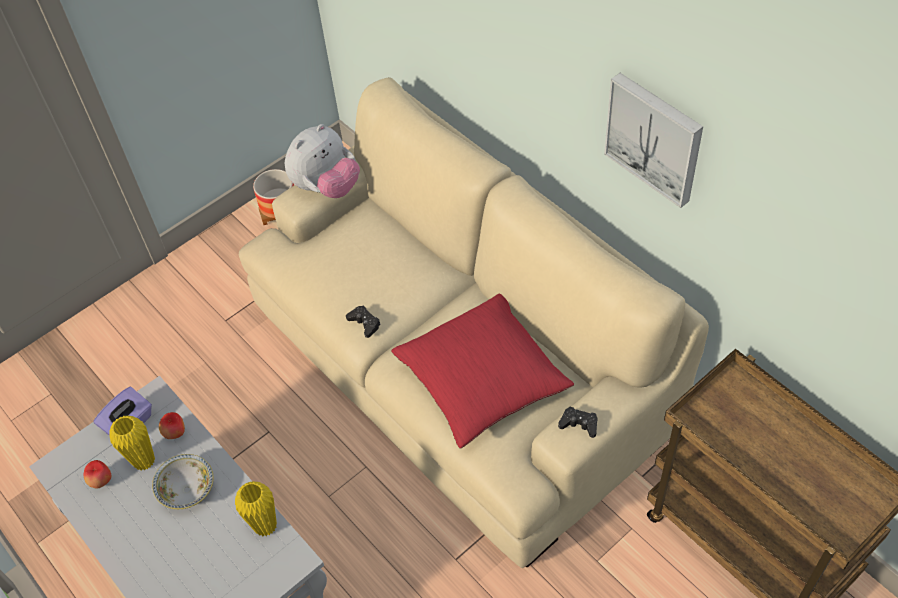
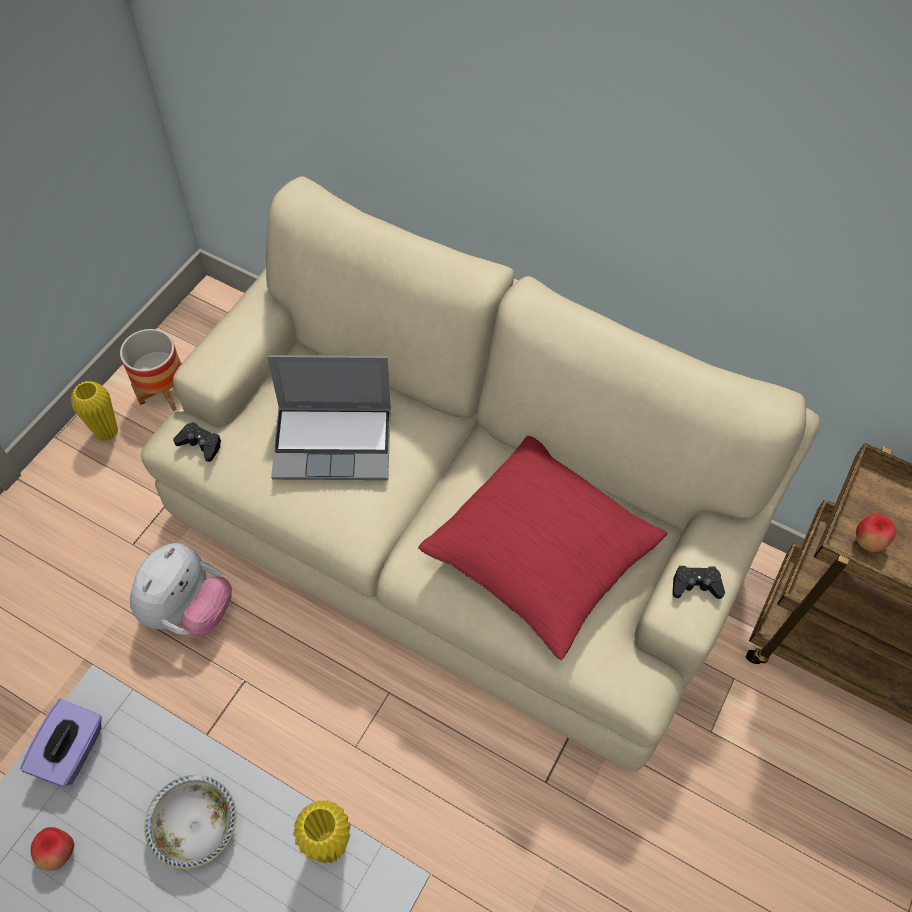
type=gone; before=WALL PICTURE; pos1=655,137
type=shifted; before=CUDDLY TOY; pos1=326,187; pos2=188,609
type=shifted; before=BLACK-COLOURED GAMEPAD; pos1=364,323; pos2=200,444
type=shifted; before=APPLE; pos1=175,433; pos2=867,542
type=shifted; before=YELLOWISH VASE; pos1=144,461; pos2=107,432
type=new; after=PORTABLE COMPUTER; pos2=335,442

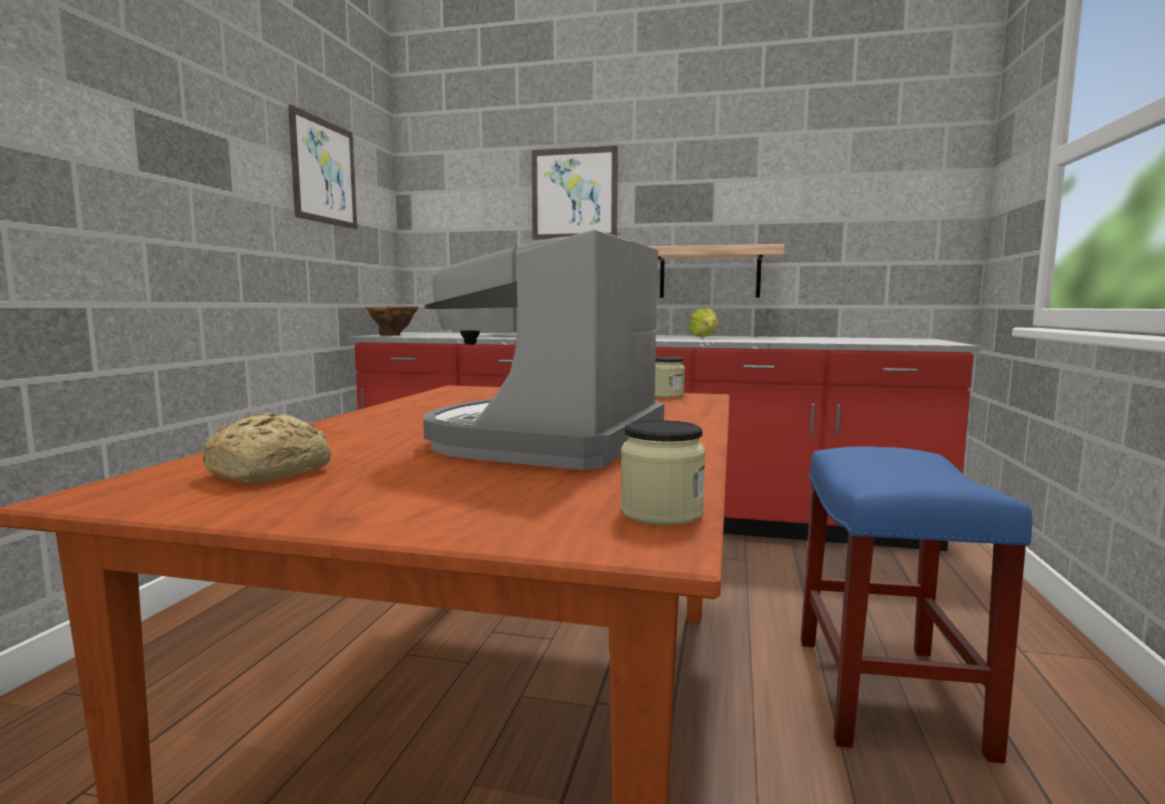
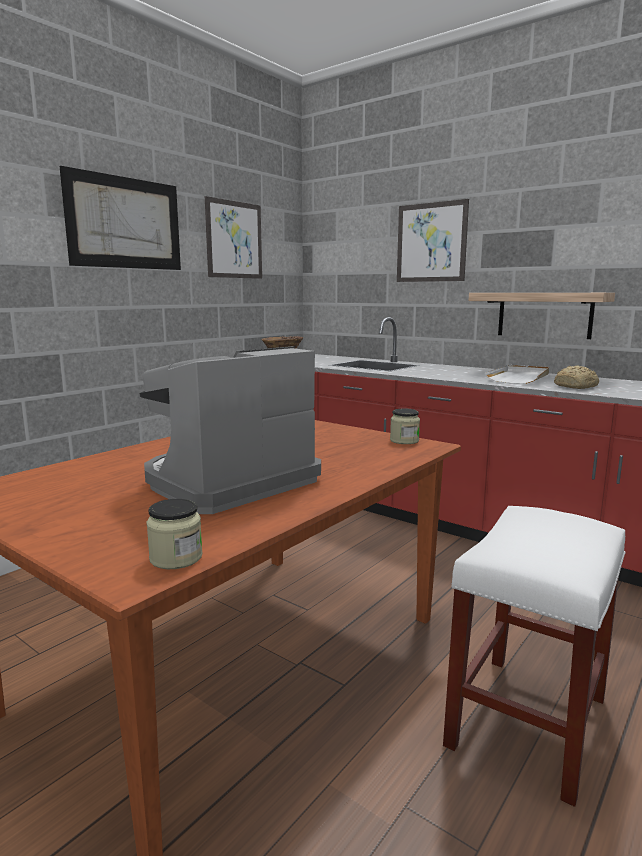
type=swapped; before=LETTUCE HEAD; after=WHITISH CARRYING TRAY; pos1=704,338; pos2=519,377
type=shifted; before=BAKERY BREAD; pos1=273,472; pos2=576,386
type=repainted; before=BLUE STOOL; after=WHITISH STOOL; pos1=889,695; pos2=527,723
type=new; after=WALL PICTURE; pos2=125,223

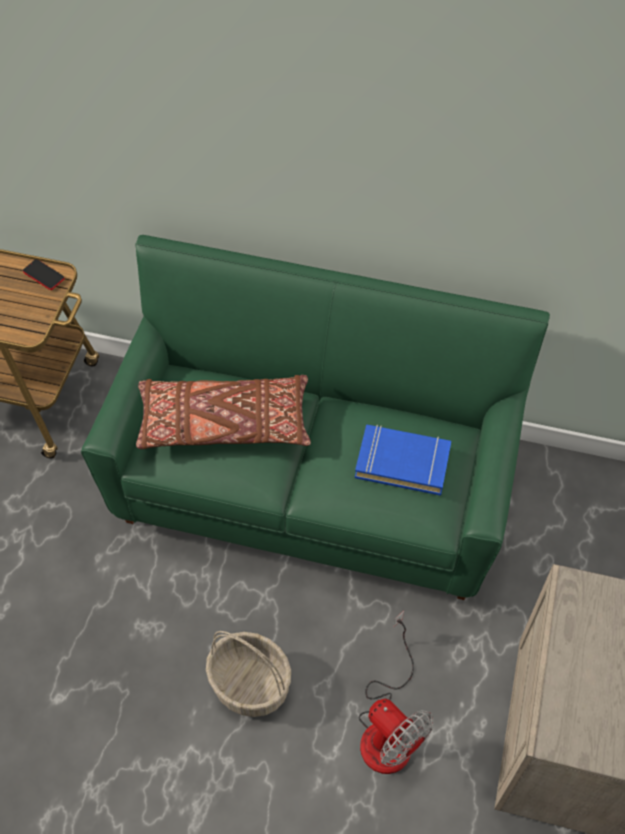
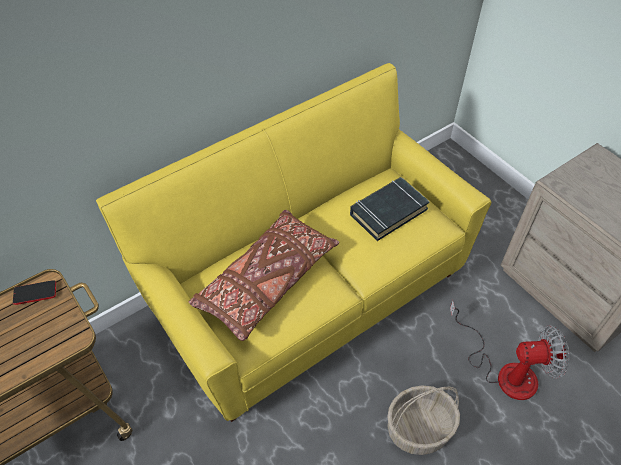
type=repainted; before=GREEN SETTEE; after=YELLOWISH SETTEE; pos1=313,486; pos2=310,294
type=repainted; before=BLUE BOUND BOOK; after=BLACK-COLOURED BOUND BOOK; pos1=402,463; pos2=388,211

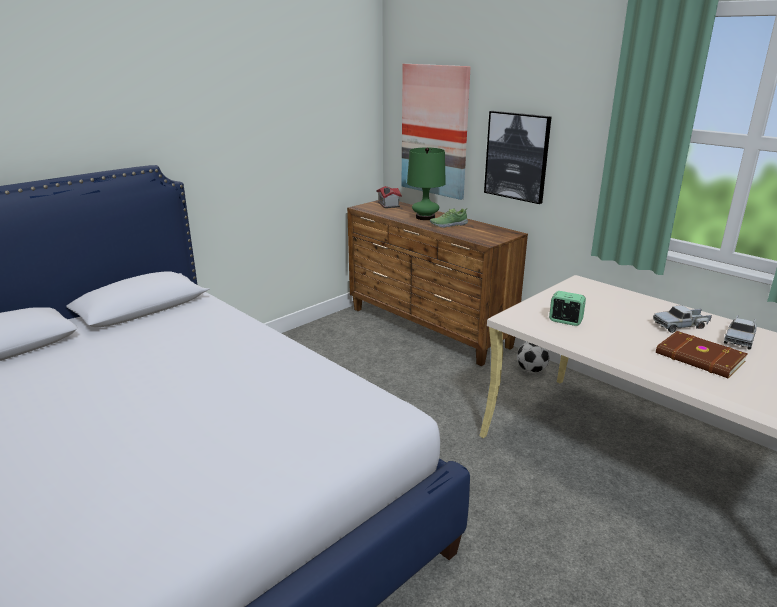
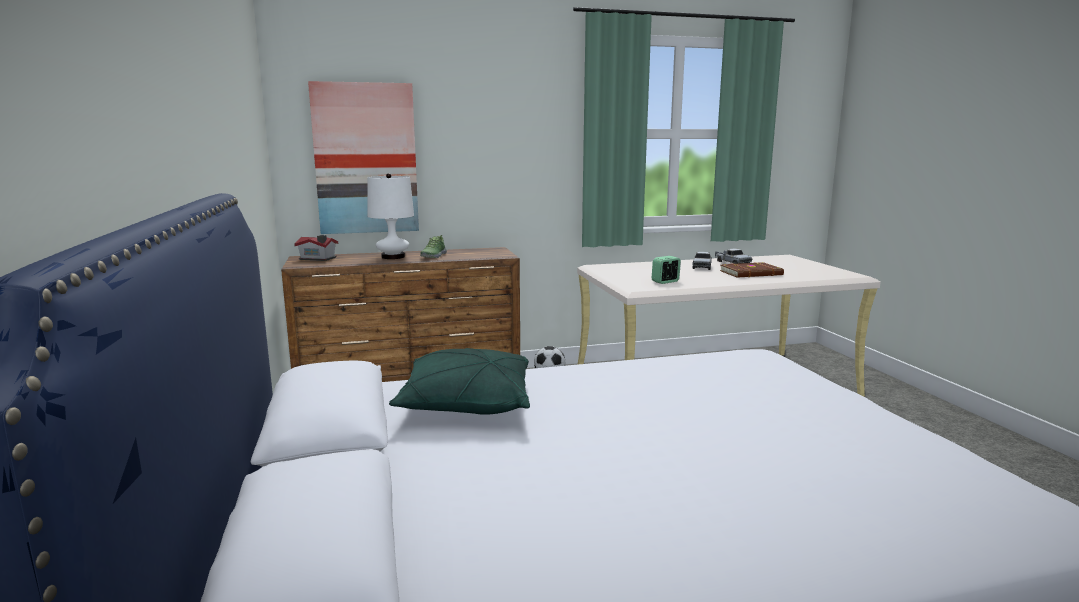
type=gone; before=WALL PICTURE; pos1=517,156
type=repainted; before=GREEN LAMP FOR A TABLE; after=WHITISH LAMP FOR A TABLE; pos1=425,217; pos2=393,257
type=new; after=GREEN CUSHION; pos2=466,404

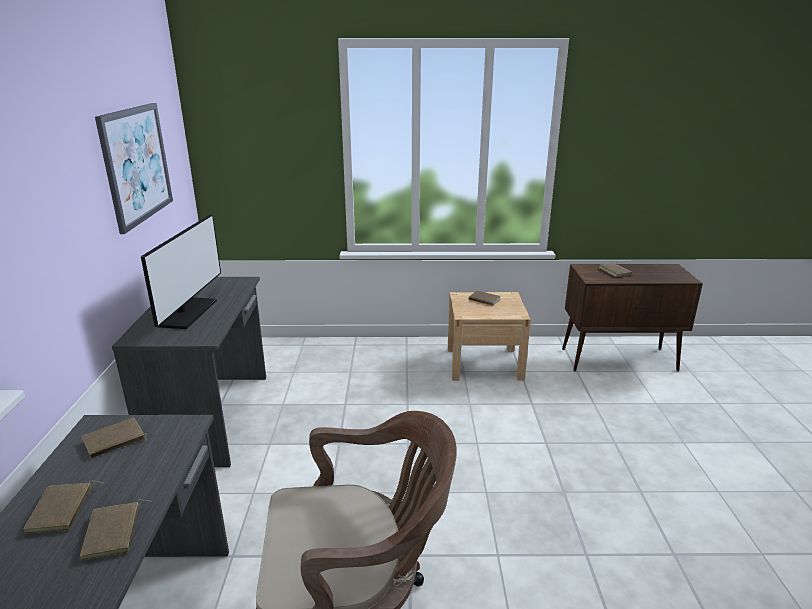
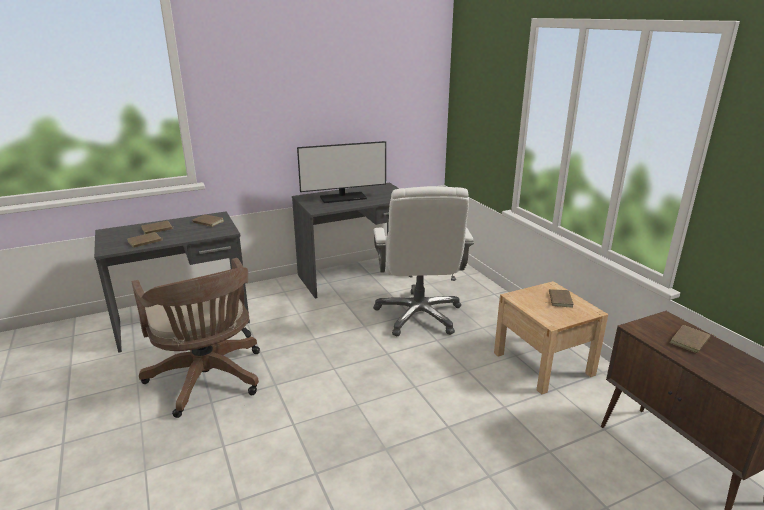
type=gone; before=WALL PICTURE; pos1=136,164
type=new; after=WHITISH COMPUTER CHAIR; pos2=419,315

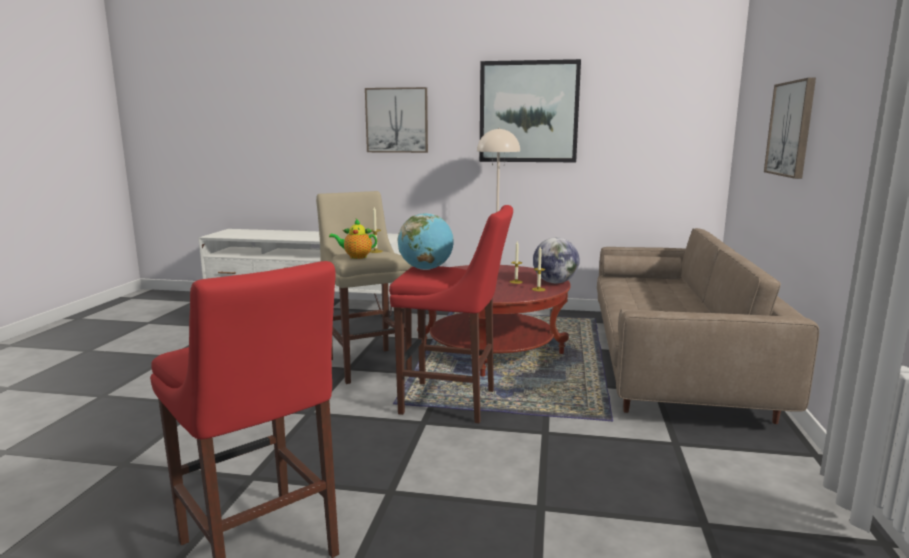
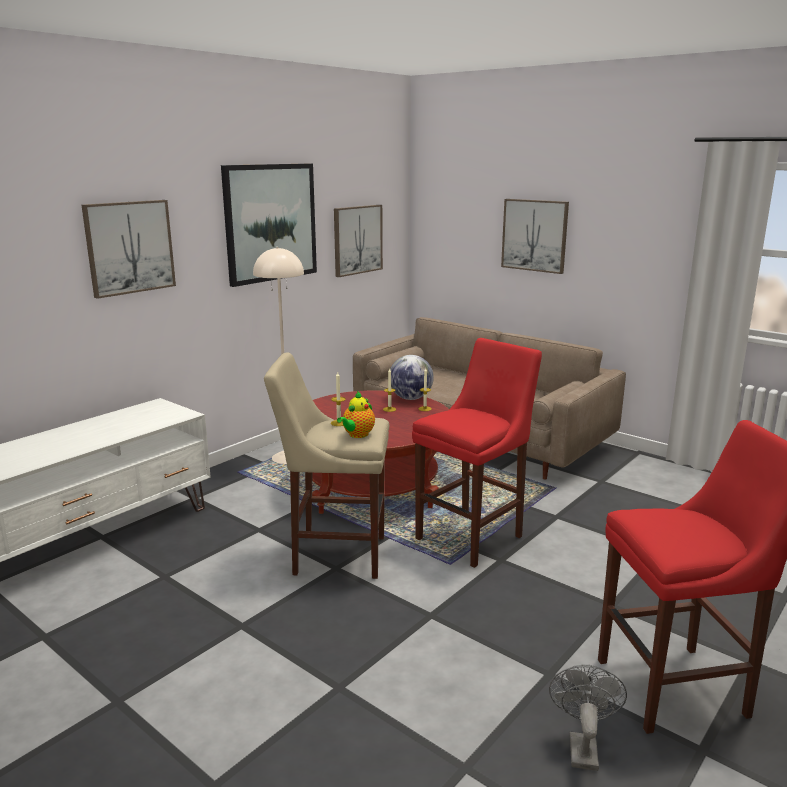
type=gone; before=DESK GLOBE; pos1=426,269
type=new; after=WALL PICTURE; pos2=357,240
type=new; after=GREYISH FAN; pos2=582,746

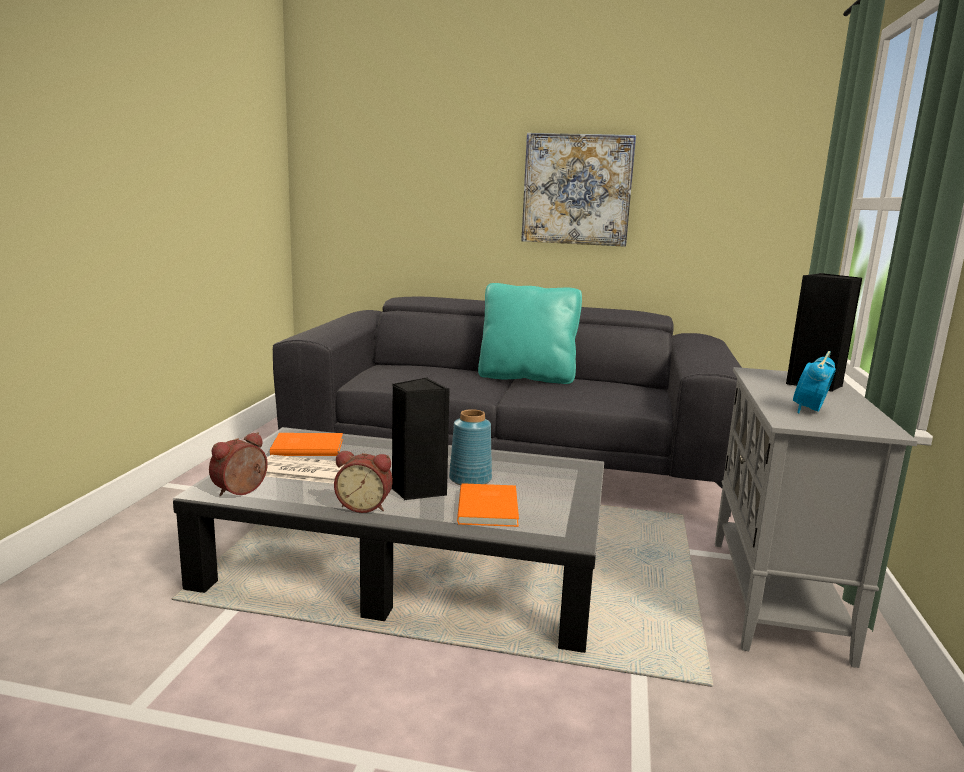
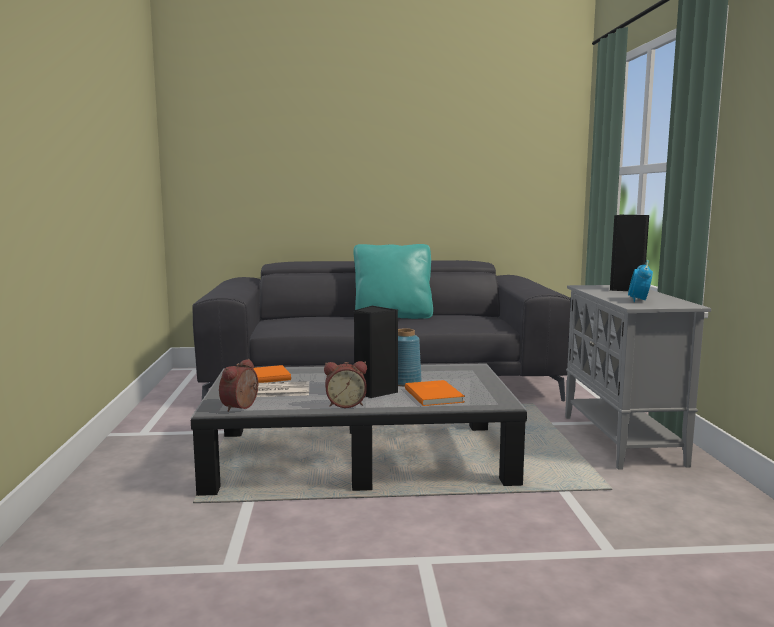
type=gone; before=WALL PICTURE; pos1=577,190

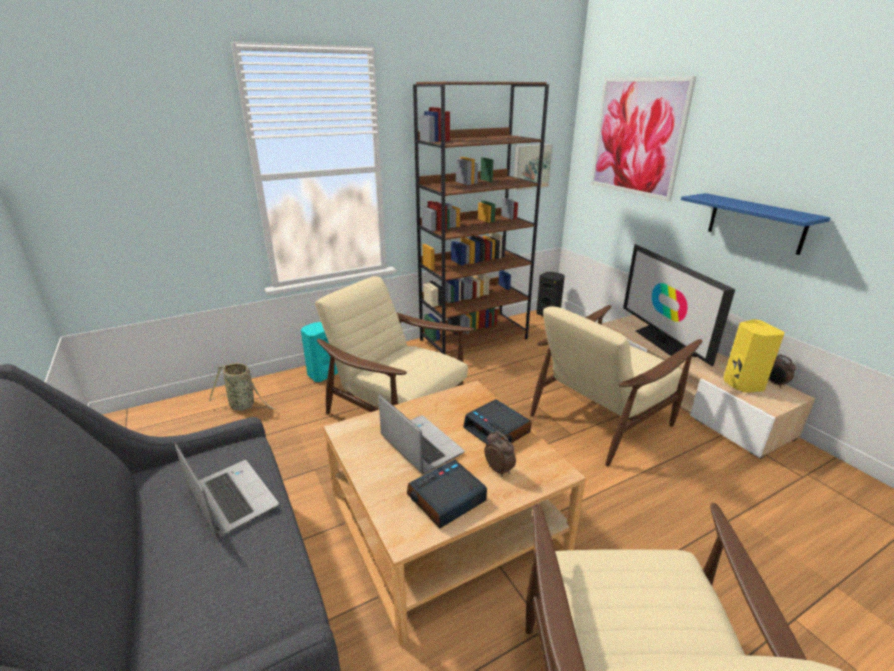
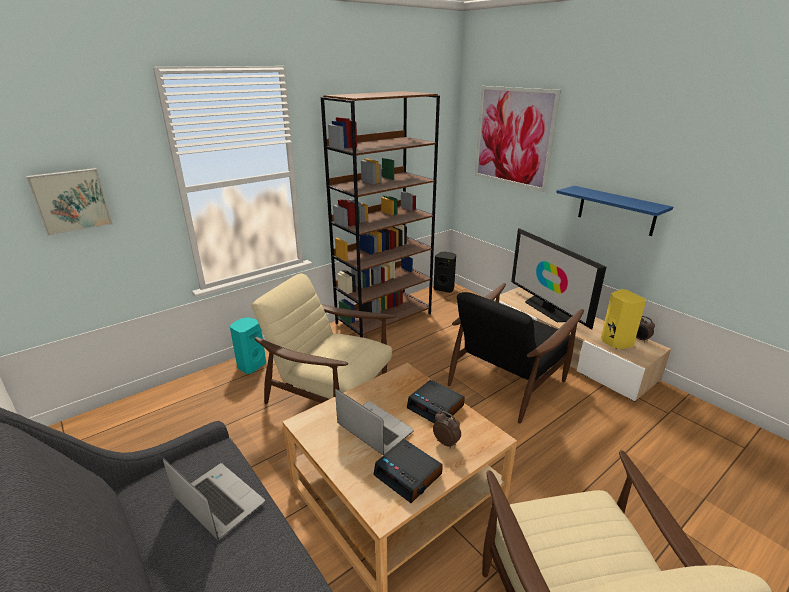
type=shifted; before=WALL PICTURE; pos1=531,166; pos2=71,200
type=repainted; before=BEIGE-COLOURED LOUNGE CHAIR; after=BLACK-COLOURED LOUNGE CHAIR; pos1=602,417; pos2=507,380
type=gone; before=STORAGE BASKET; pos1=244,406
type=rotated; before=TABLE CLOCK; pos1=446,499; pos2=409,475; turn=-90

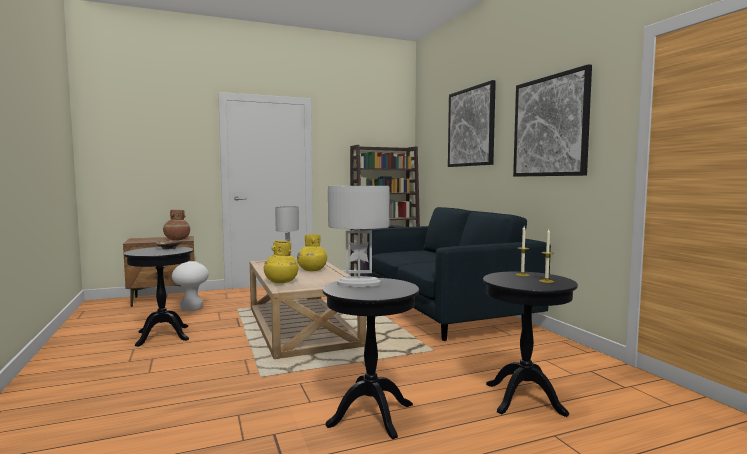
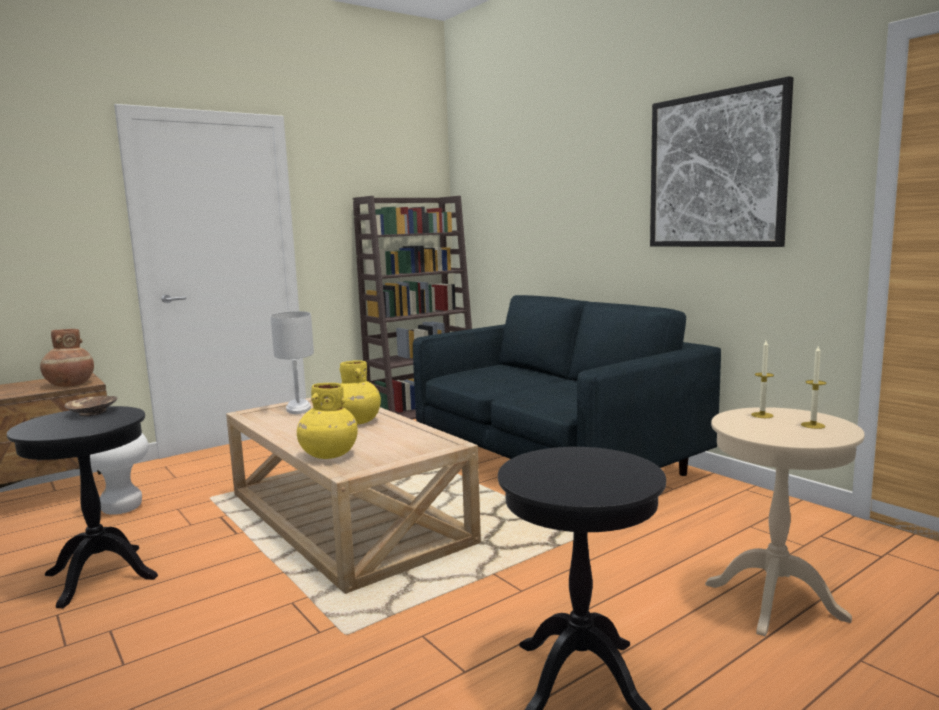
type=gone; before=WALL PICTURE; pos1=471,127
type=gone; before=WHITISH LAMP FOR A TABLE; pos1=359,284
type=repainted; before=BLACK-COLOURED END TABLE; after=BEIGE-COLOURED END TABLE; pos1=524,399; pos2=774,601

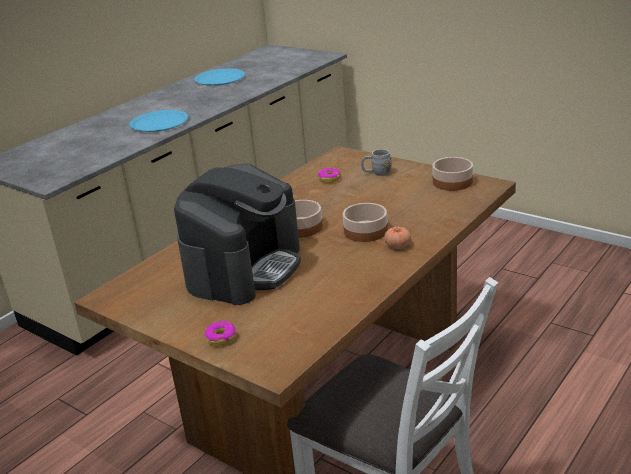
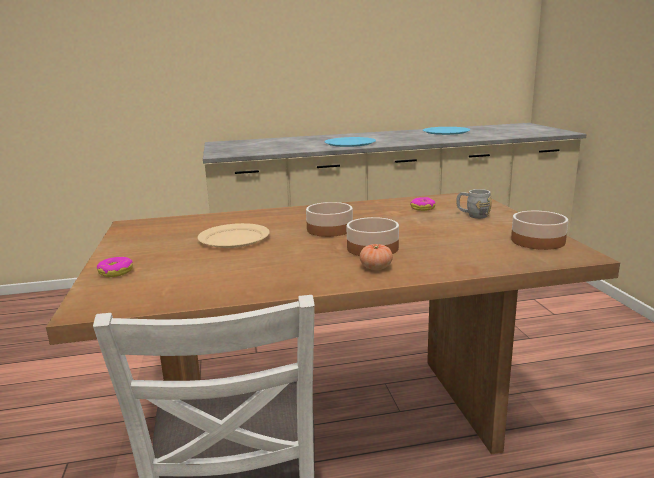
type=swapped; before=COFFEE MAKER; after=BEIGE-COLOURED DINNER PLATE; pos1=244,267; pos2=234,238

